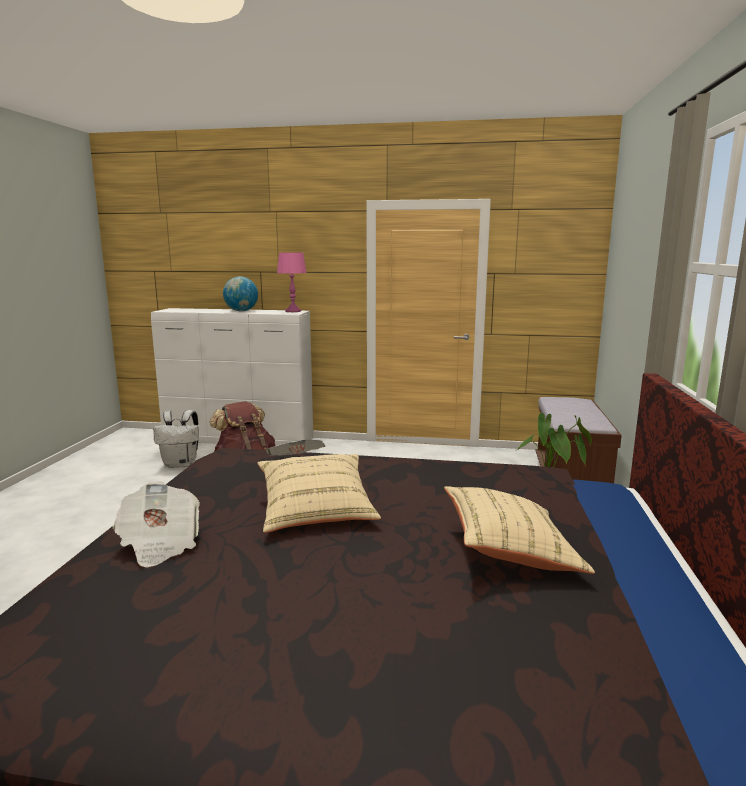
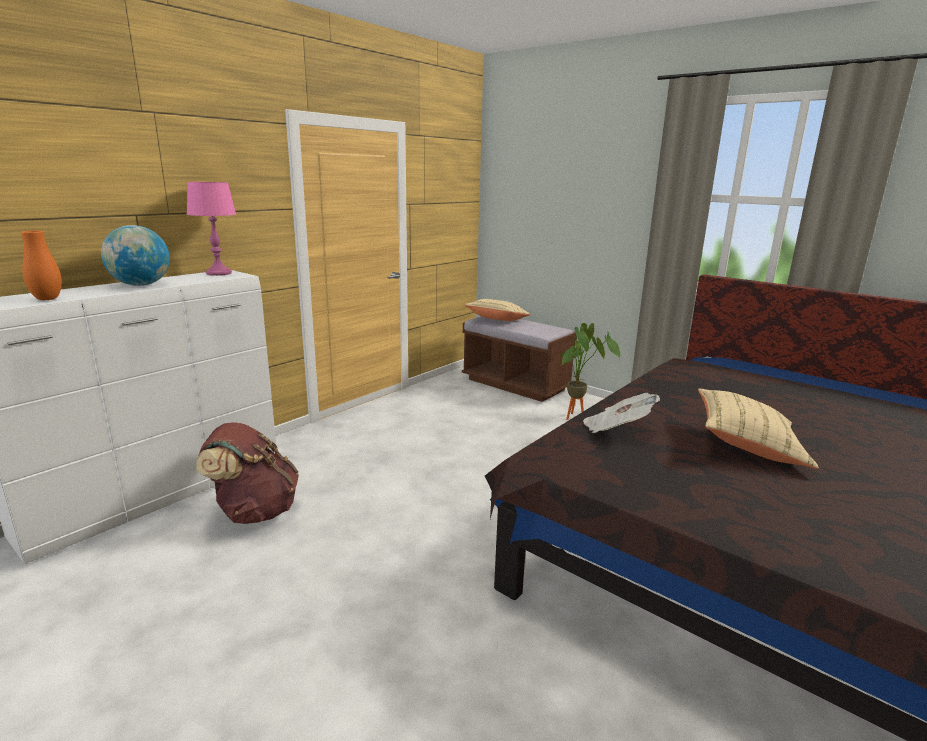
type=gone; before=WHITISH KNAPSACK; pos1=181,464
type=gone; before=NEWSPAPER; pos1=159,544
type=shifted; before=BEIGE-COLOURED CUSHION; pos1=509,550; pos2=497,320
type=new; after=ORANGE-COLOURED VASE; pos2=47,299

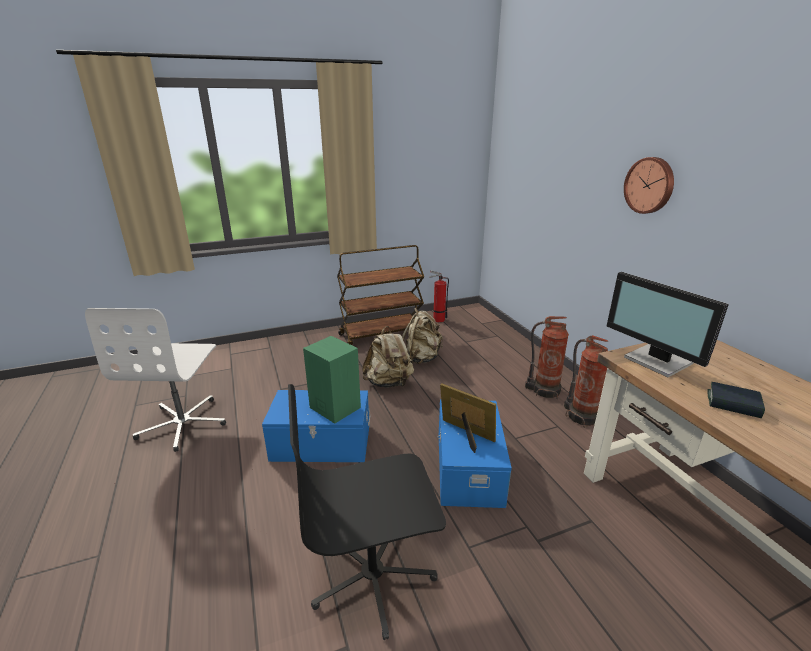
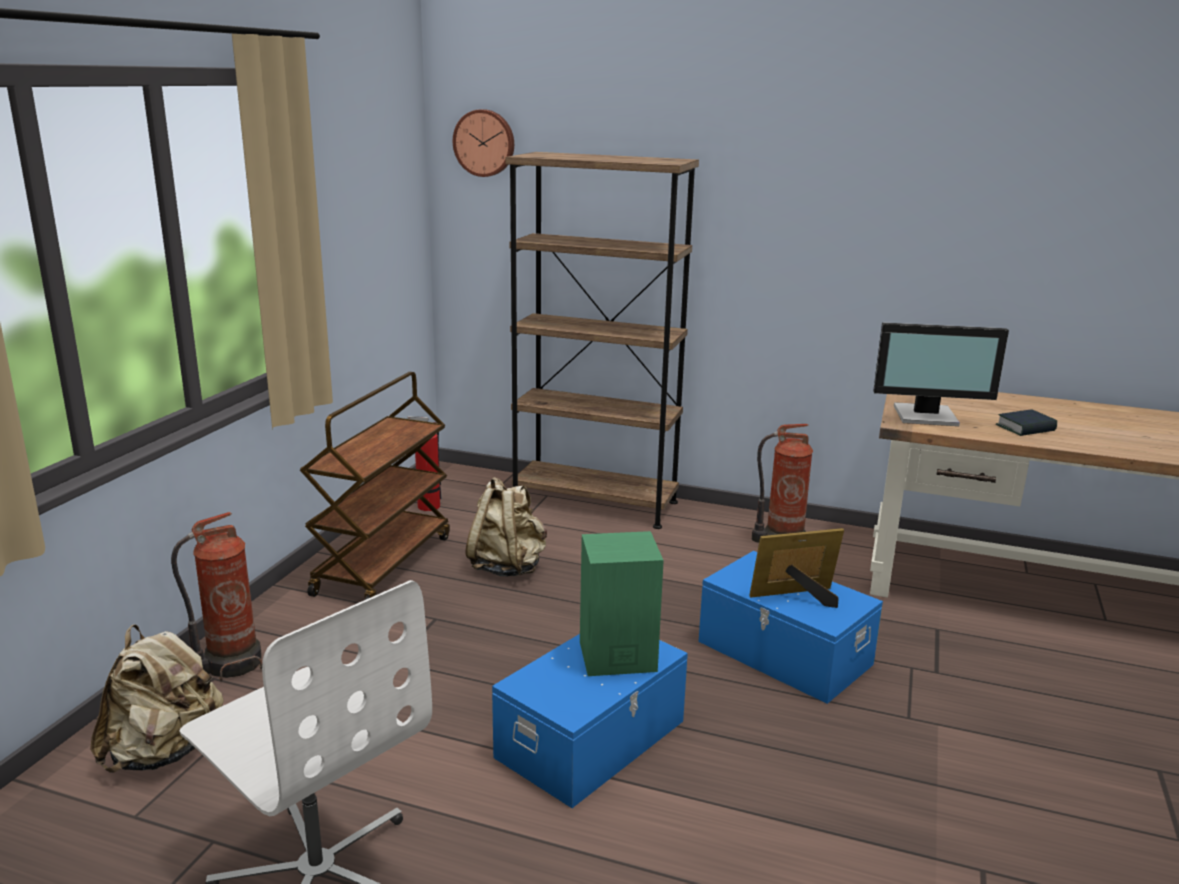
type=shifted; before=CLOCK ON THE WALL; pos1=650,185; pos2=485,143
type=shifted; before=EXTINGUISHER; pos1=544,390; pos2=230,664
type=shifted; before=BEIGE-COLOURED KNAPSACK; pos1=389,383; pos2=164,752
type=gone; before=BLACK-COLOURED COMPUTER CHAIR; pos1=373,576
type=new; after=BROWN-COLOURED SHELVING UNIT; pos2=594,503

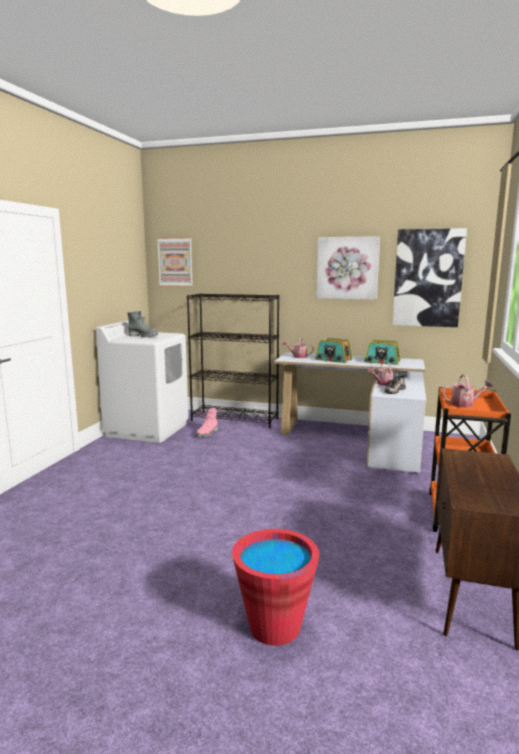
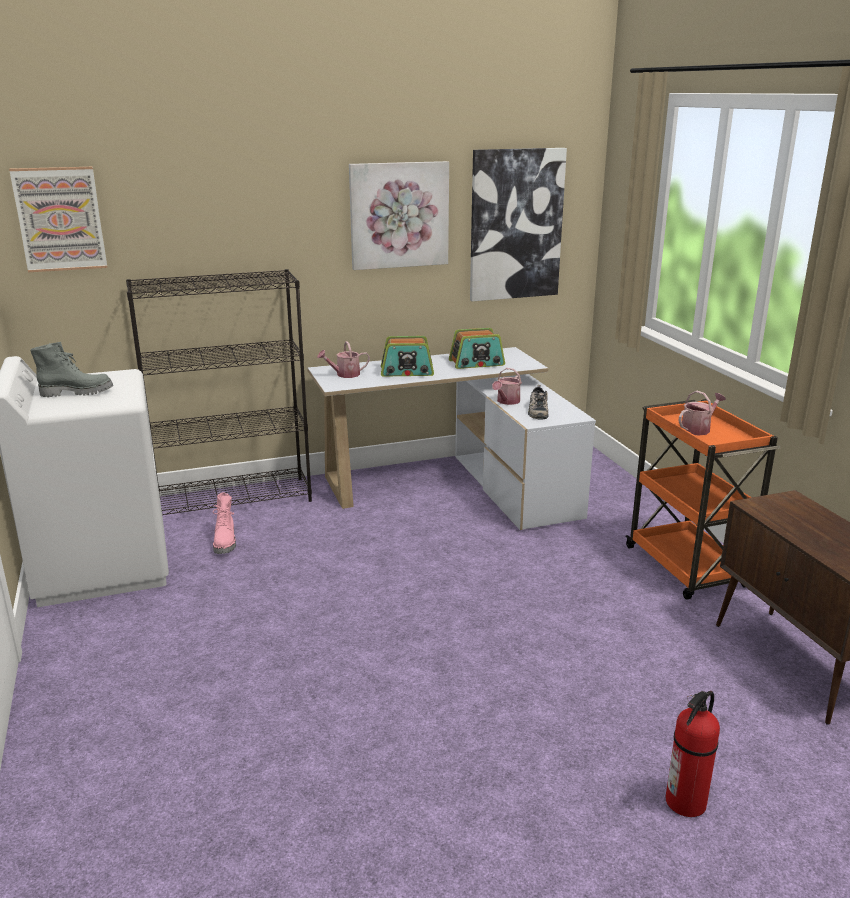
type=swapped; before=RED BUCKET; after=EXTINGUISHER; pos1=275,626; pos2=685,803

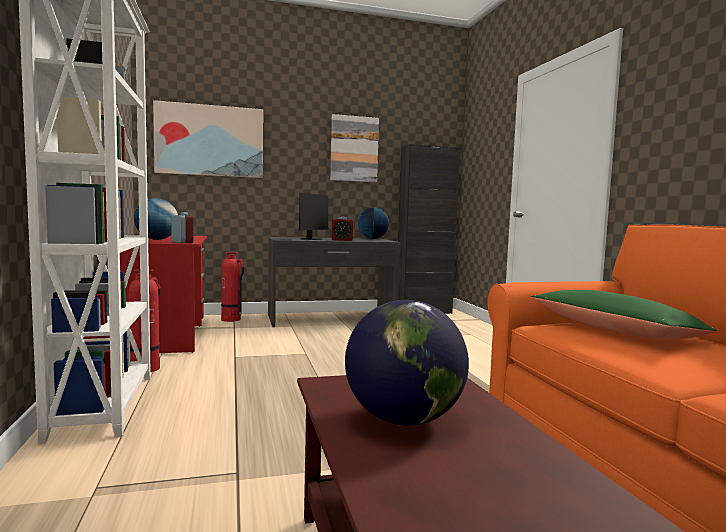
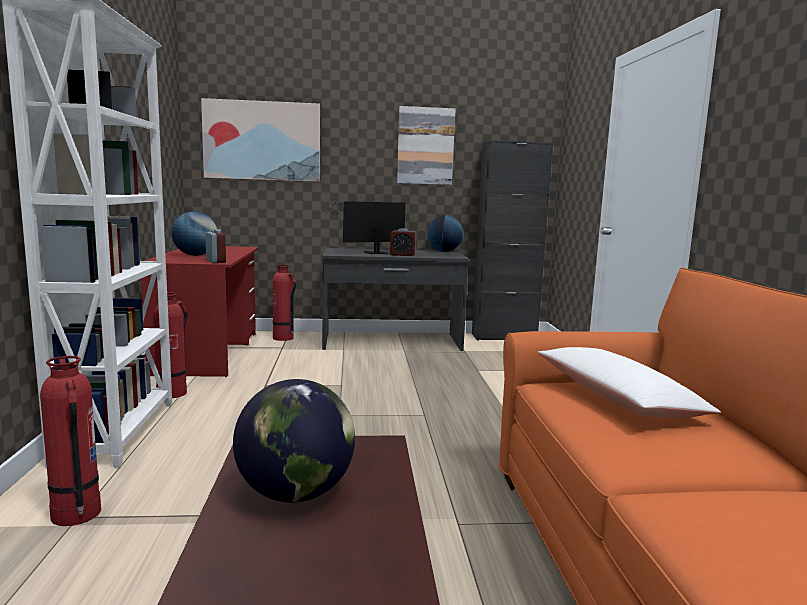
type=rotated; before=COMPUTER SCREEN; pos1=313,239; pos2=371,252; turn=-150
type=repainted; before=GREEN CUSHION; after=WHITISH CUSHION; pos1=613,330; pos2=617,399
type=new; after=EXTINGUISHER; pos2=76,514

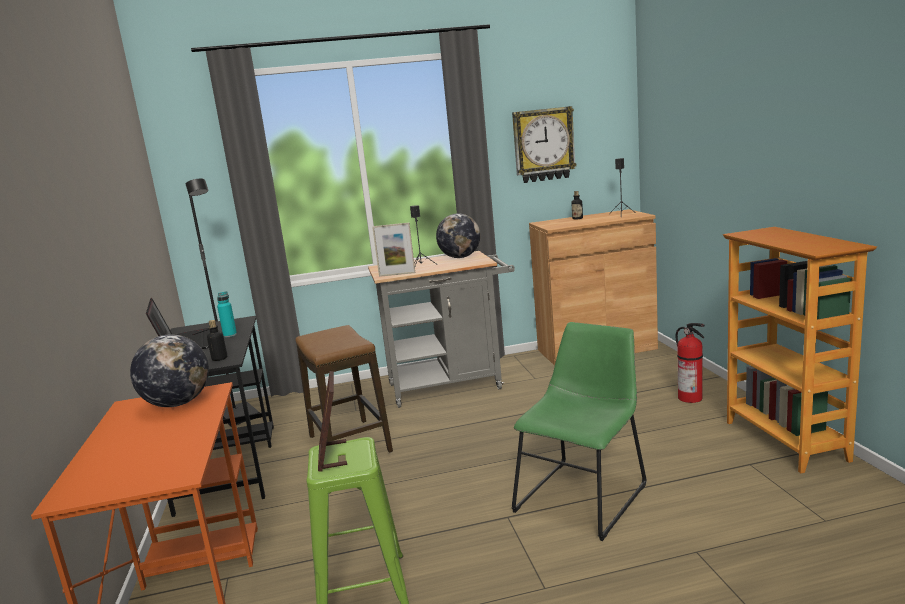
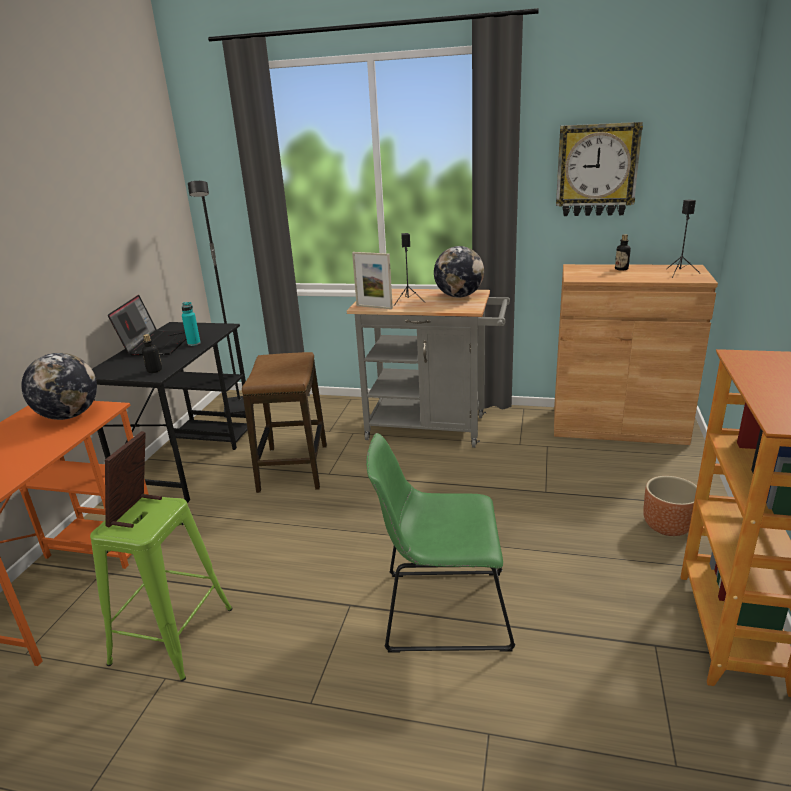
type=rotated; before=GREEN UPRIGHT CHAIR; pos1=583,495; pos2=440,610; turn=-150
type=swapped; before=EXTINGUISHER; after=BROWN-COLOURED FLOWER POT; pos1=691,398; pos2=668,527

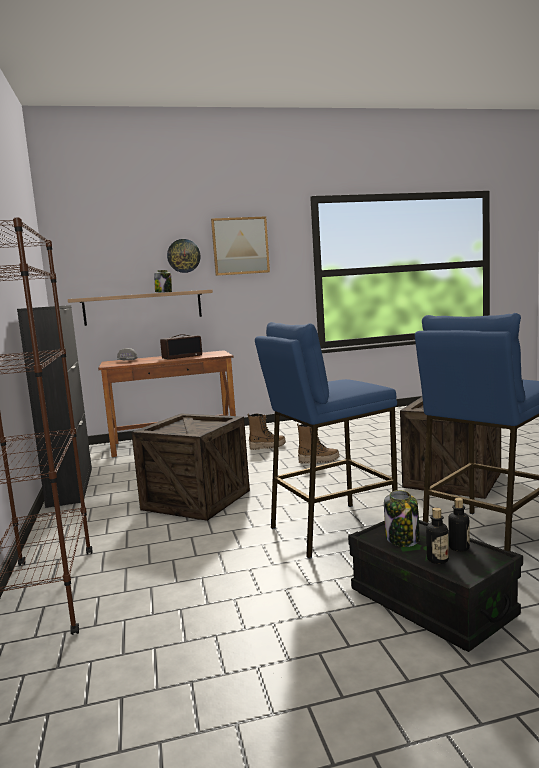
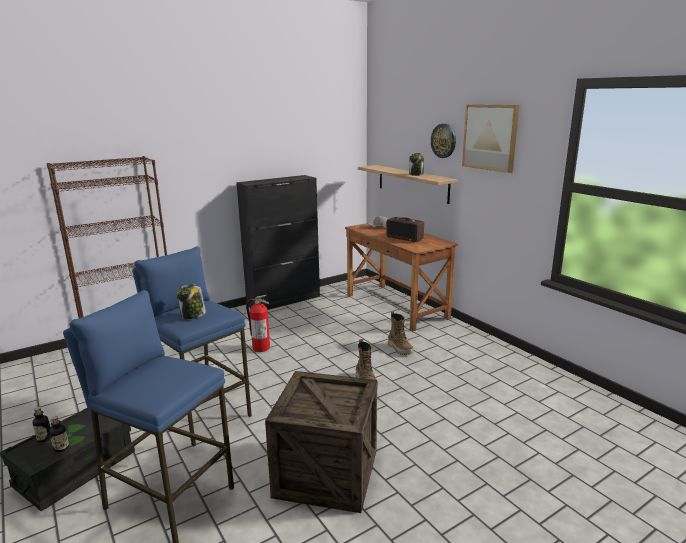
type=swapped; before=CRATE; after=EXTINGUISHER; pos1=196,500; pos2=261,348
type=shifted; before=STORAGE JAR; pos1=402,539; pos2=193,316

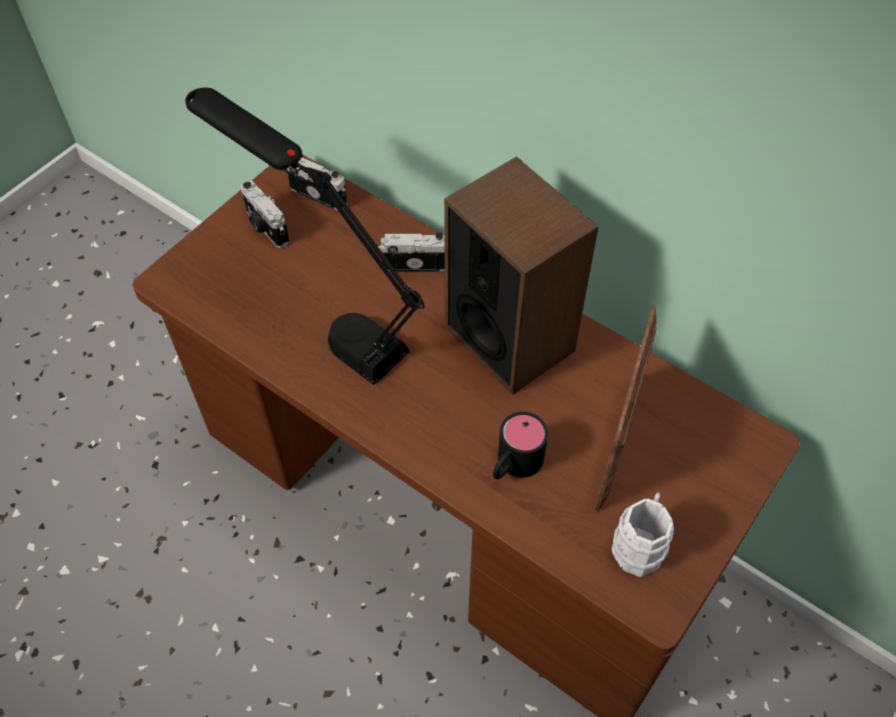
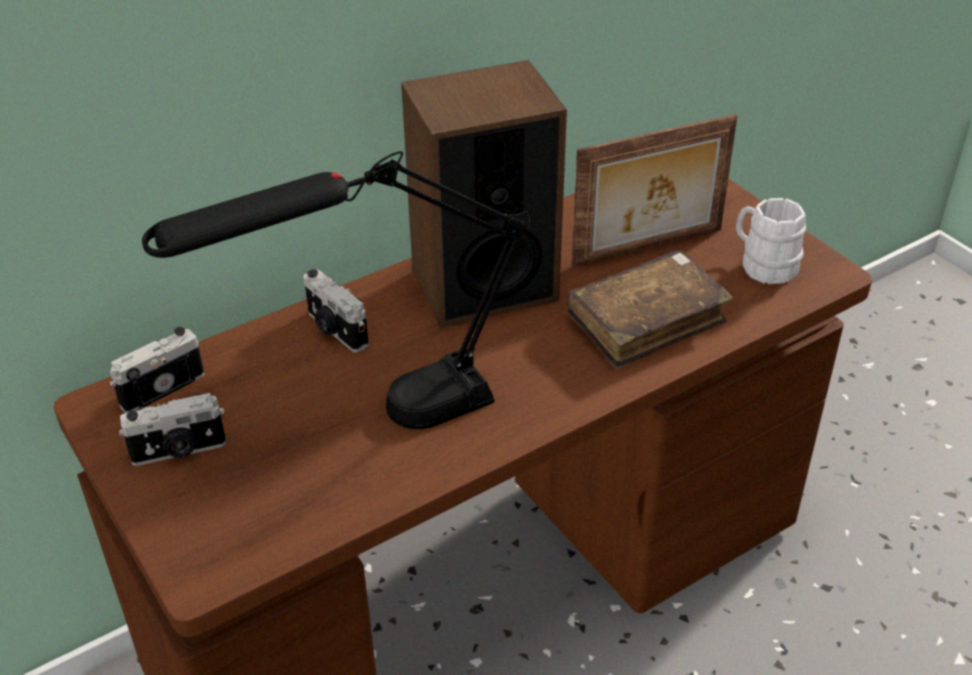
type=rotated; before=PHOTO CAMERA; pos1=415,264; pos2=335,330; turn=-60
type=rotated; before=PHOTO FRAME; pos1=618,443; pos2=648,249; turn=120
type=swapped; before=BLACK-COLOURED COFFEE MUG; after=BROWN-COLOURED BOUND BOOK; pos1=513,464; pos2=646,321

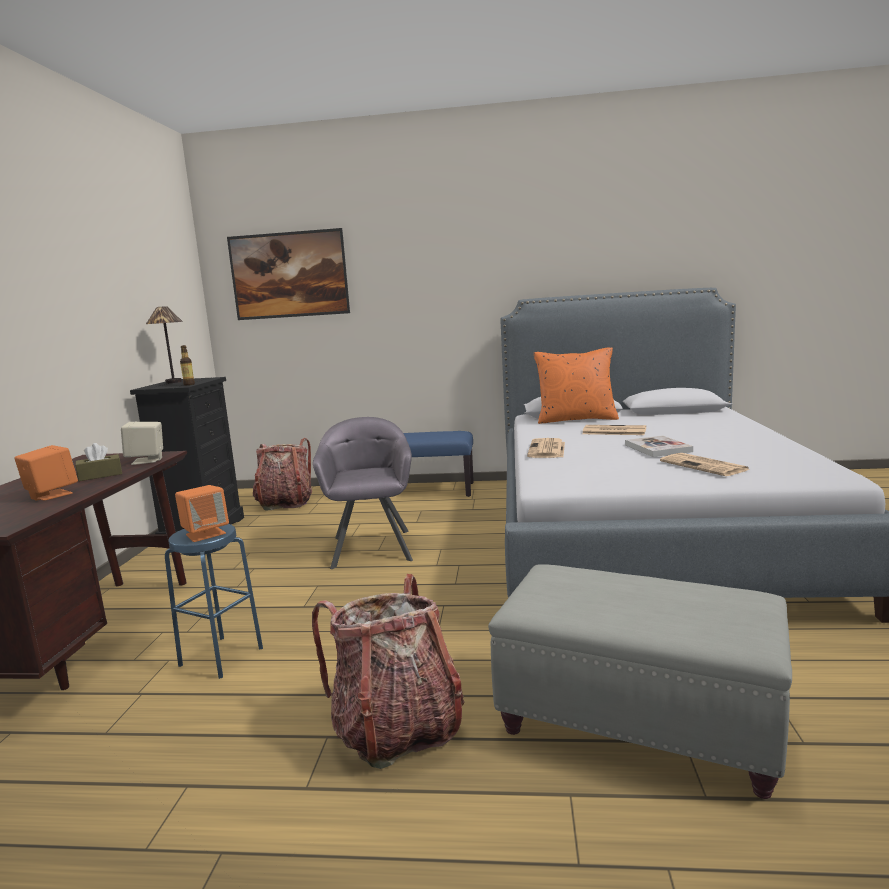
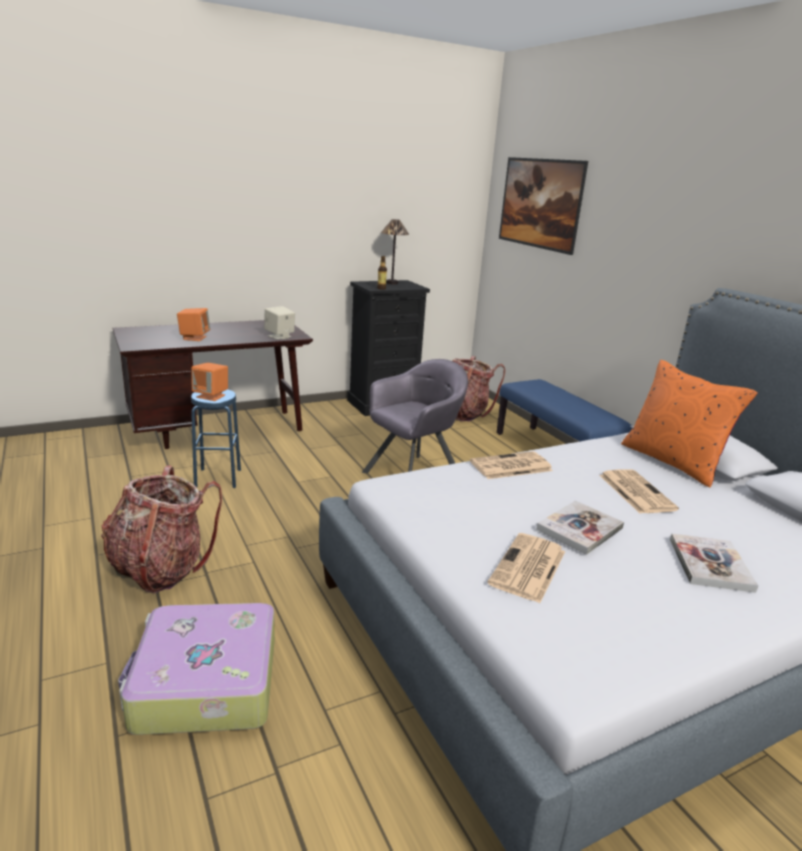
type=gone; before=BROWN-COLOURED BOX OF TISSUES; pos1=100,475
type=swapped; before=GREYISH FOOTREST; after=PIECE OF LUGGAGE; pos1=639,722; pos2=204,683
type=new; after=BOUND BOOK; pos2=710,564

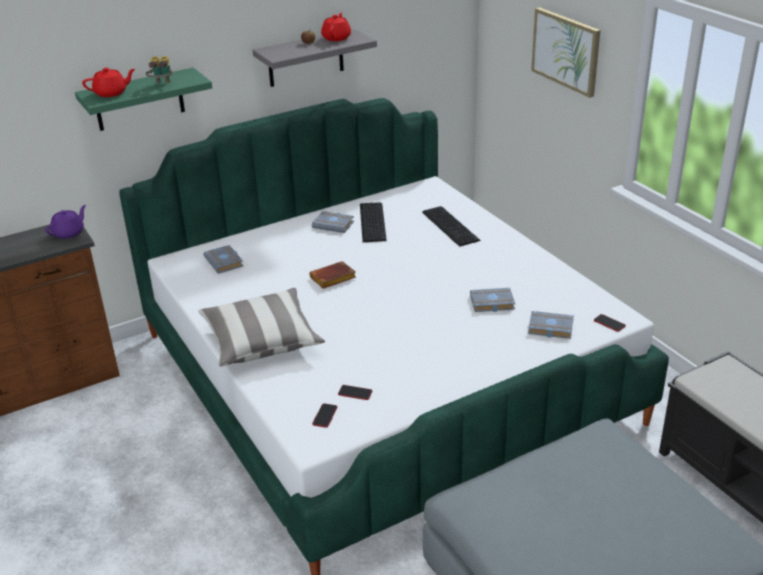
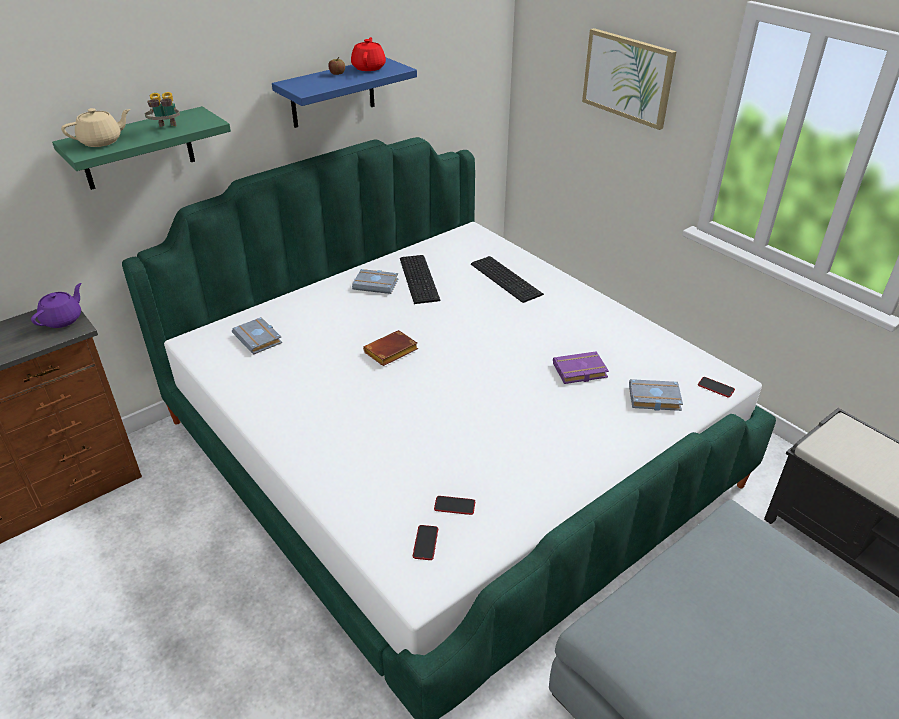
type=repainted; before=GREYISH BRACKET SHELF; after=BLUE BRACKET SHELF; pos1=305,58; pos2=332,93
type=repainted; before=RED TEAPOT; after=BEIGE-COLOURED TEAPOT; pos1=111,93; pos2=102,141
type=gone; before=CUSHION; pos1=261,341
type=repainted; before=GREYISH BOUND BOOK; after=PURPLE-COLOURED BOUND BOOK; pos1=491,303; pos2=579,372

